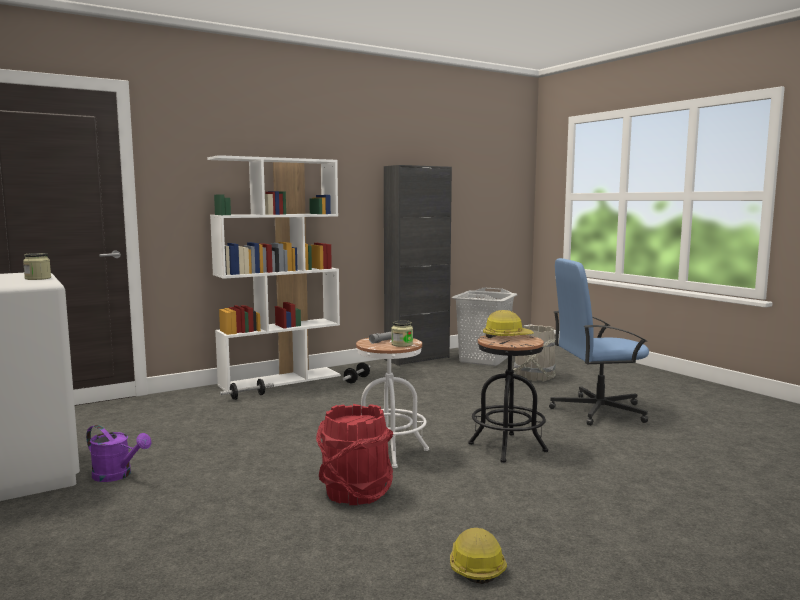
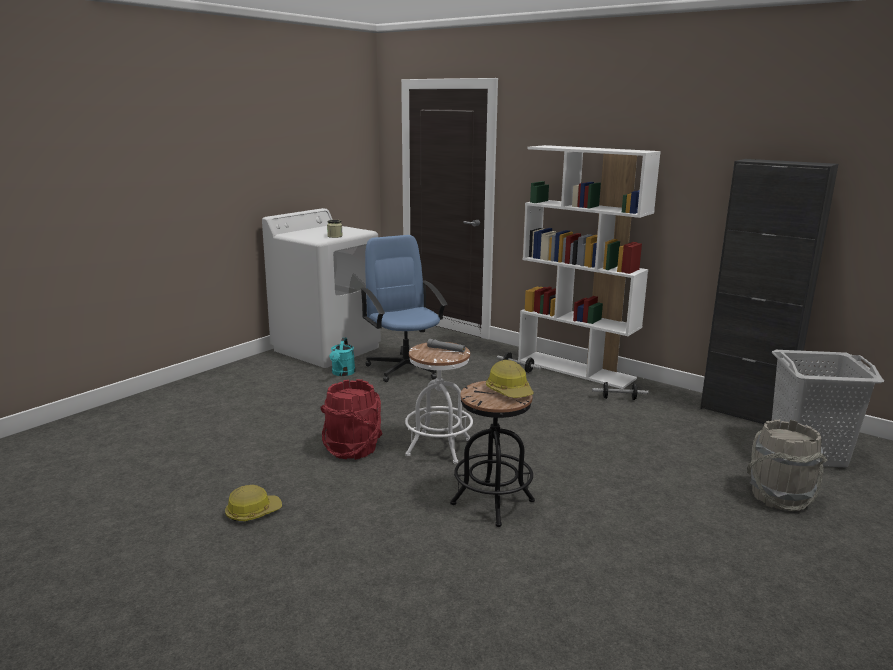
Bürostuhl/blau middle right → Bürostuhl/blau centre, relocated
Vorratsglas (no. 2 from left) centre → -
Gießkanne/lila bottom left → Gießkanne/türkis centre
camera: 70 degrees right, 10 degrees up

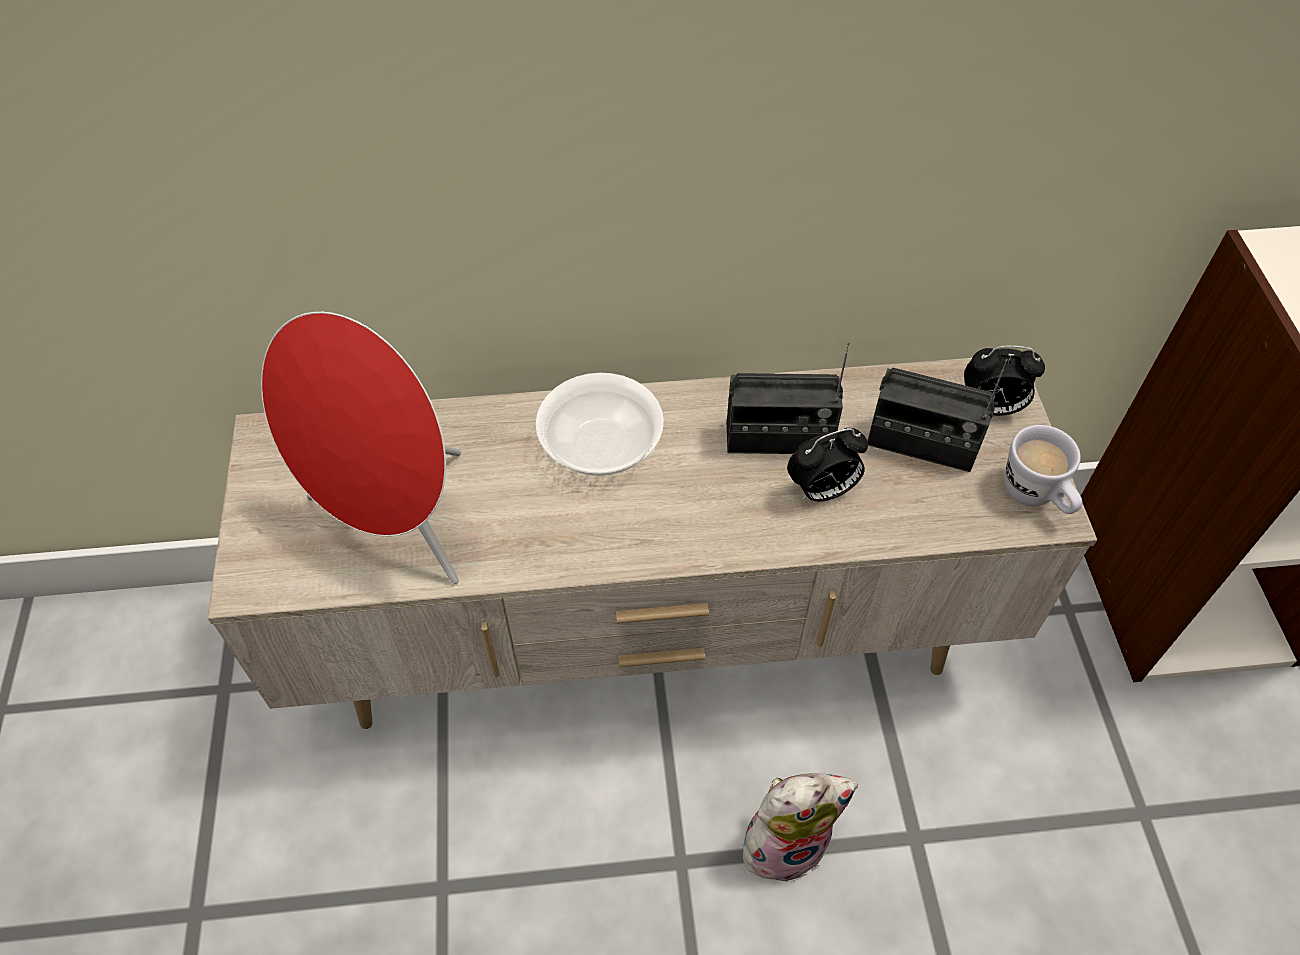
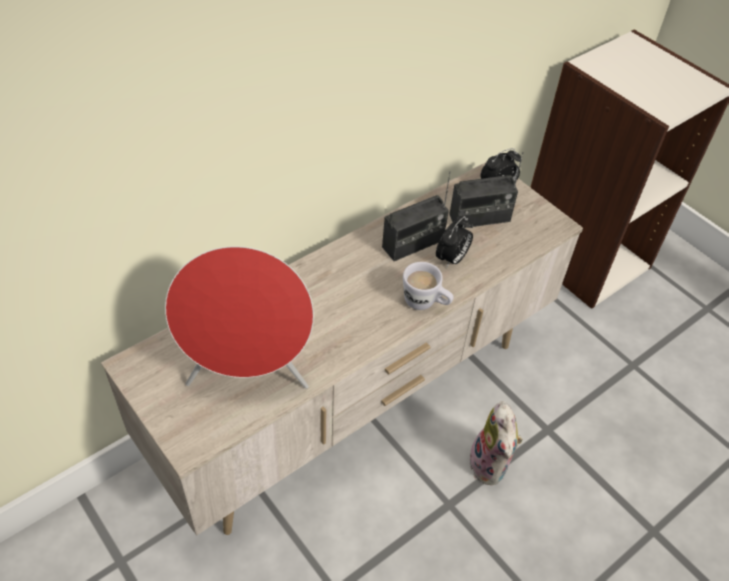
Schüssel centre → -
Henkelbecher/weiß middle right → Henkelbecher/weiß centre, relocated
Plüschtier bottom centre → Plüschtier bottom right, 135 degrees clockwise
camera: 35 degrees left, 5 degrees down

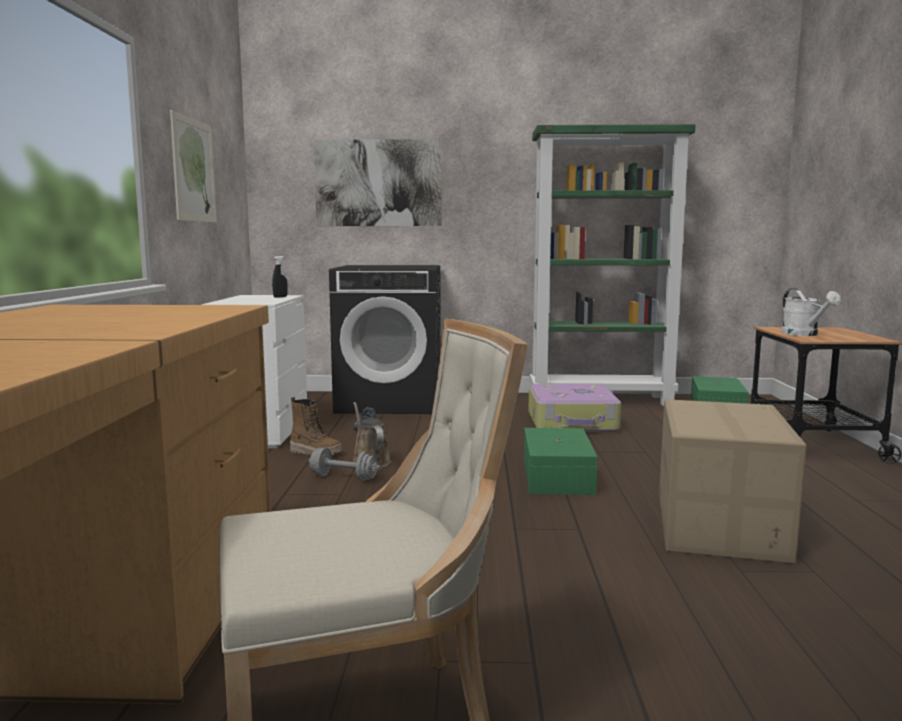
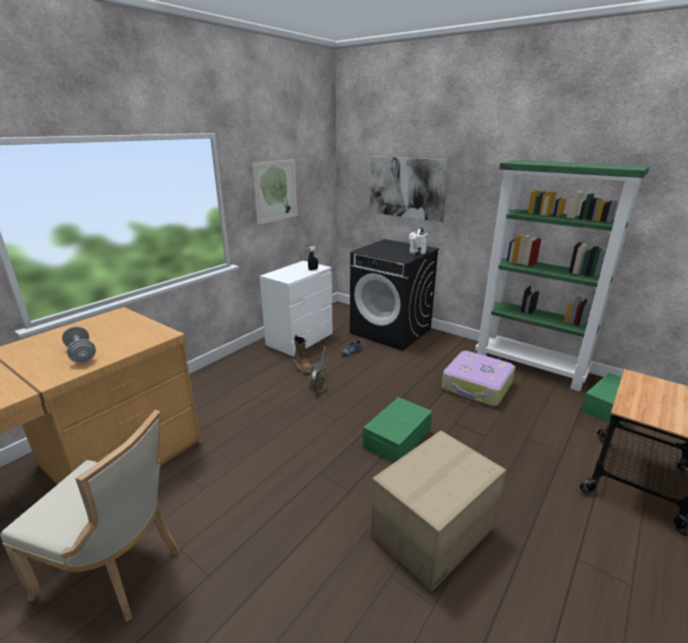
Gießkanne/weiß middle right → Gießkanne/weiß centre, relocated
Hantel/grau centre → Hantel/grau middle left, relocated
camera: 35 degrees right, 15 degrees up

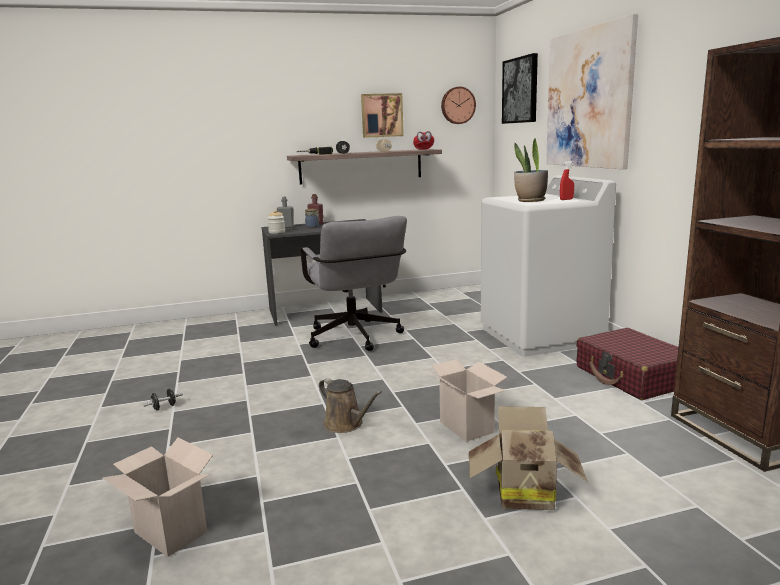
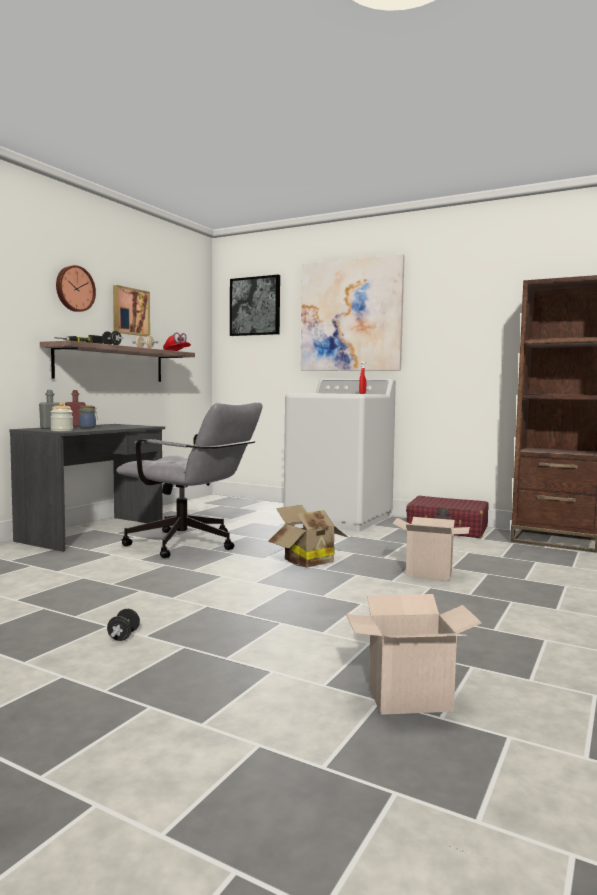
Wanduhr top centre → Wanduhr top left, relocated
Topfpflanze top right → -
Gießkanne/braun bottom centre → -
Karton (no. 3 from left in the first image) bottom right → Karton (no. 1 from left) centre, relocated
camera: 45 degrees left, 10 degrees down

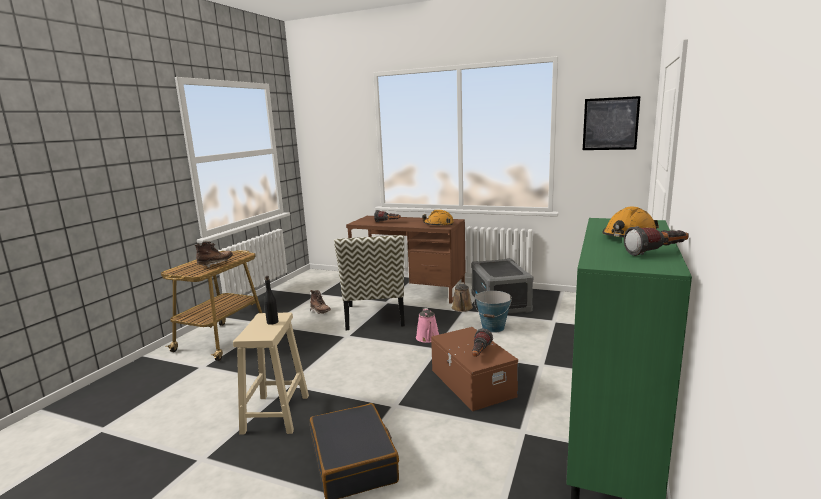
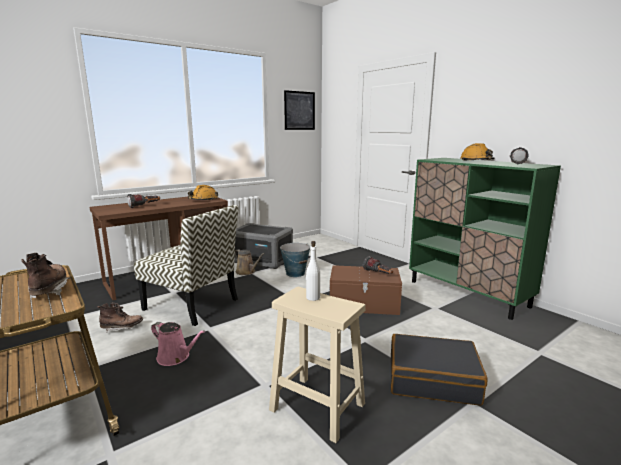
Flasche/schwarz middle left → Flasche/weiß centre
Gießkanne/rosa centre → Gießkanne/rosa bottom left, relocated
camera: 60 degrees left, 0 degrees up

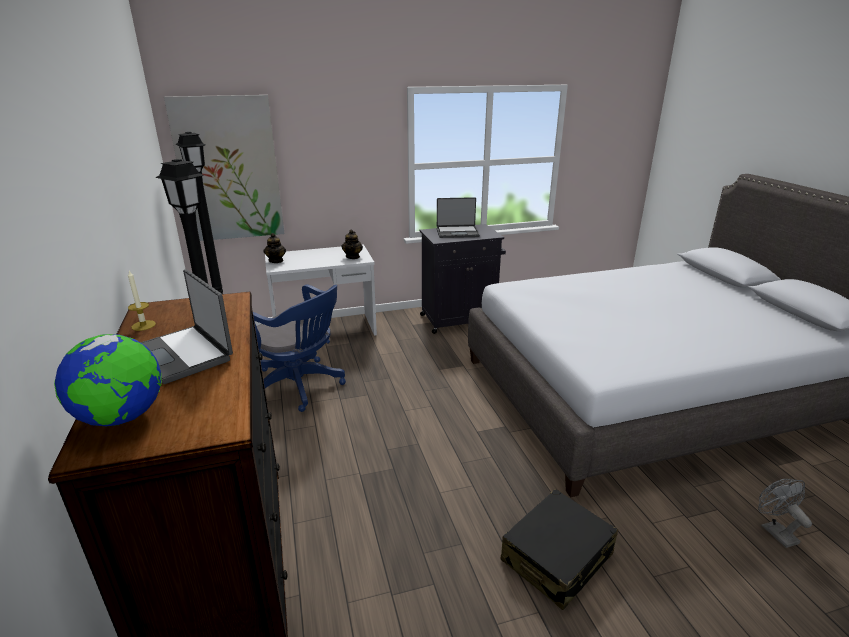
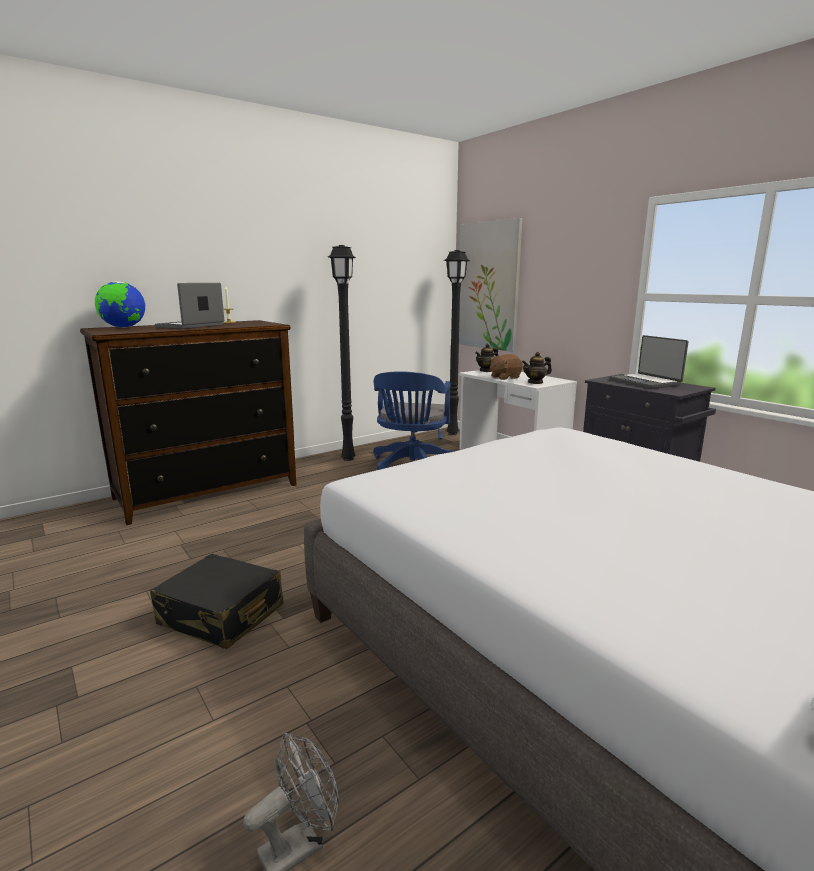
- → Plüschtier/braun centre
camera: 70 degrees right, 10 degrees down

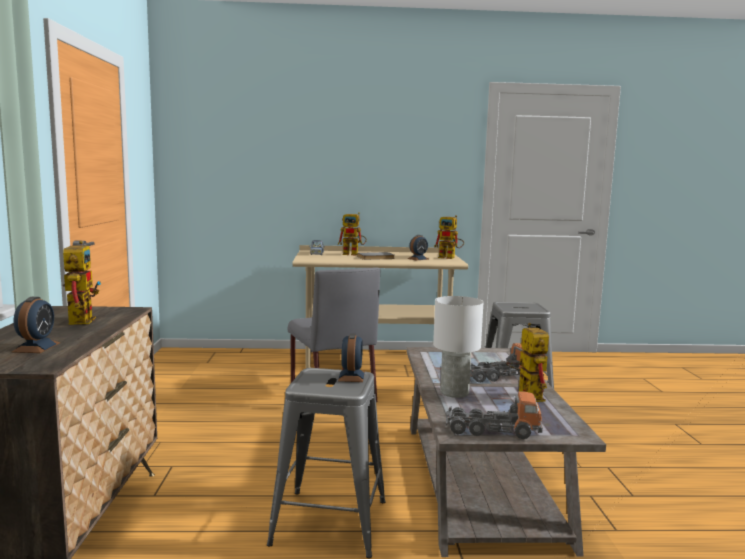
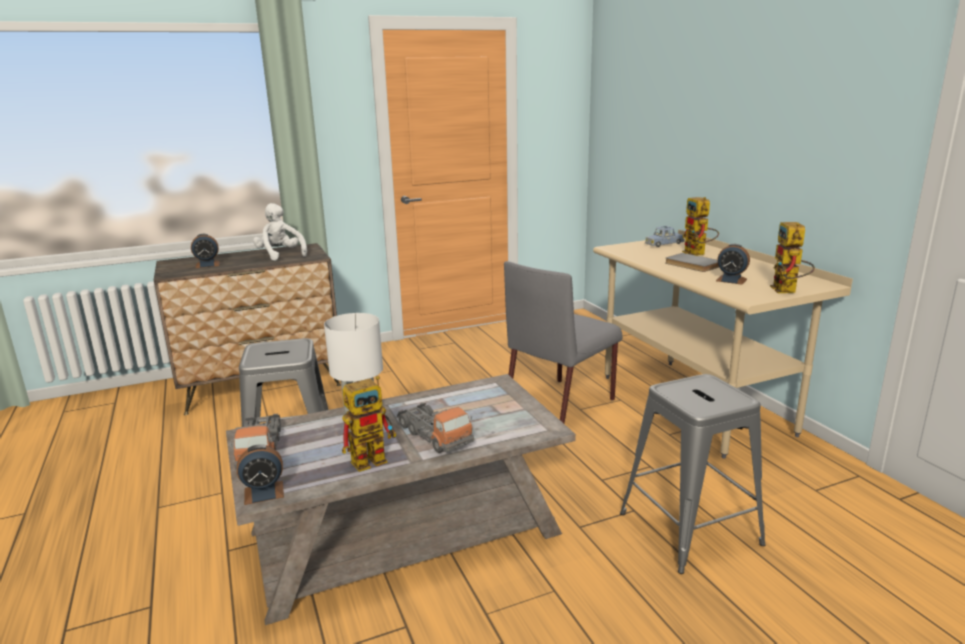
Spielzeugroboter (no. 1 from left) middle left → Plüschtier/weiß middle left
Wecker (no. 2 from left) centre → Wecker (no. 2 from left) bottom left, relocated
camera: 70 degrees right, 10 degrees up

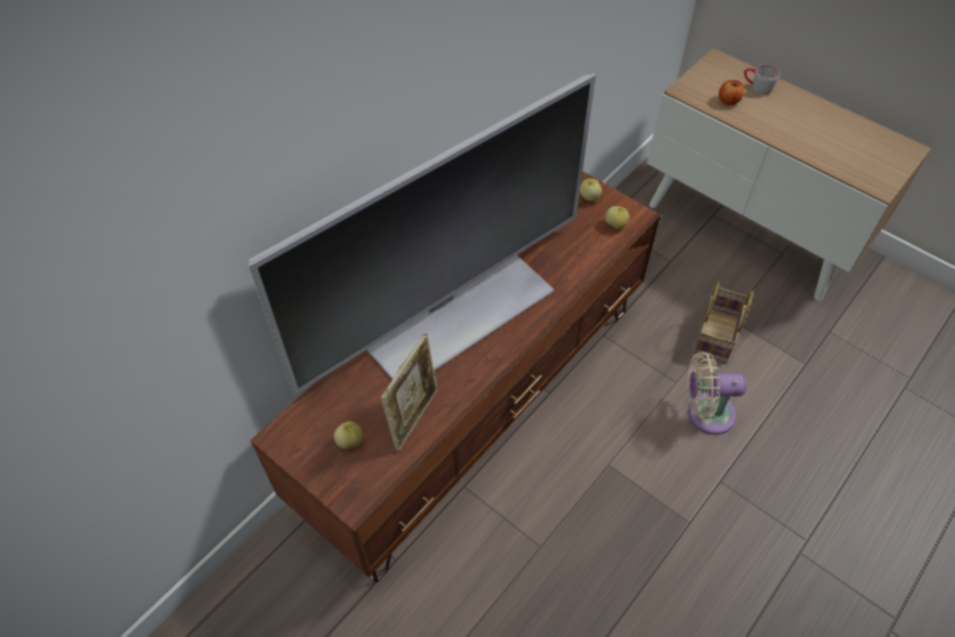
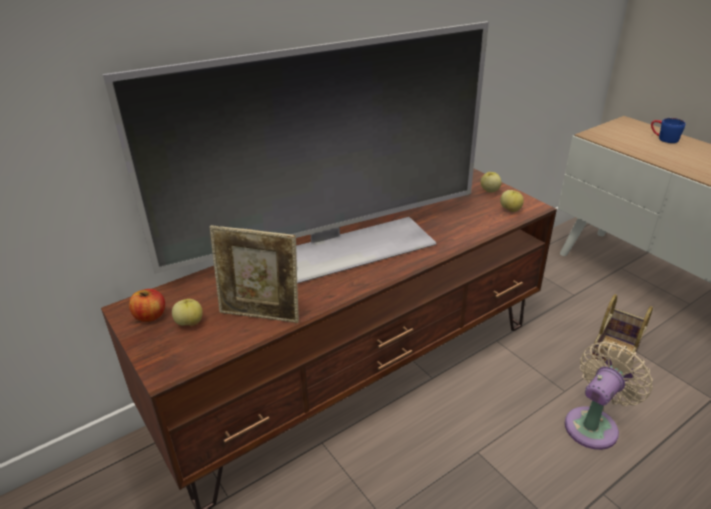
Henkelbecher/grau top right → Henkelbecher/blau top right
Apfel (no. 4 from left in the first image) top right → Apfel (no. 1 from left) middle left, relocated
Bilderrahmen centre, 60 degrees clockwise
Ventilator/beige middle right → Ventilator/beige bottom right, 120 degrees clockwise
camera: 15 degrees right, 20 degrees down

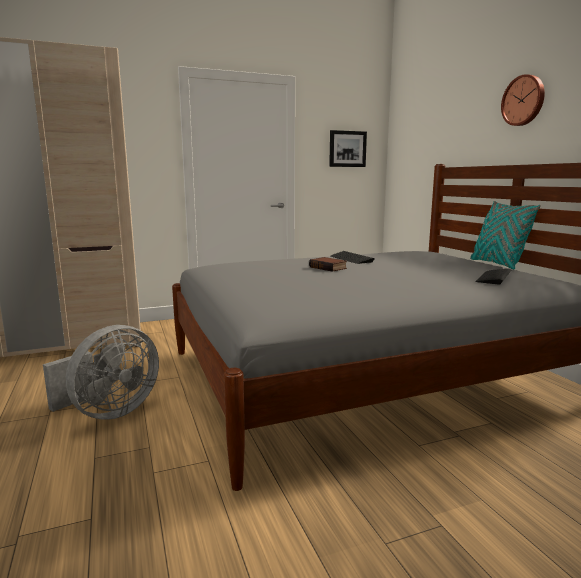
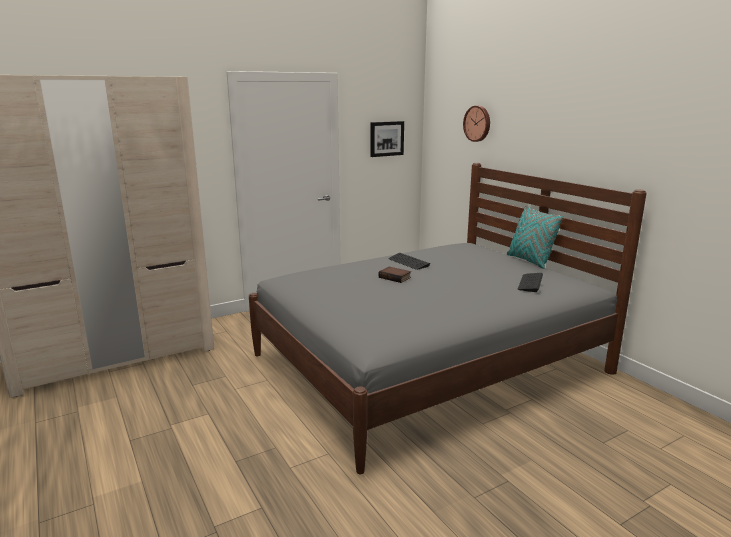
Wanduhr top right → Wanduhr top centre, relocated
Ventilator/grau middle left → -
camera: 10 degrees left, 5 degrees up

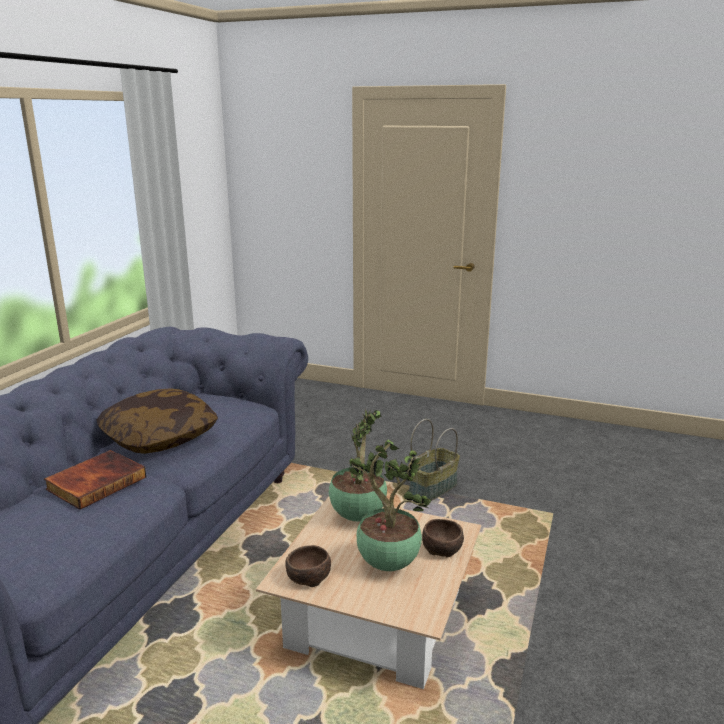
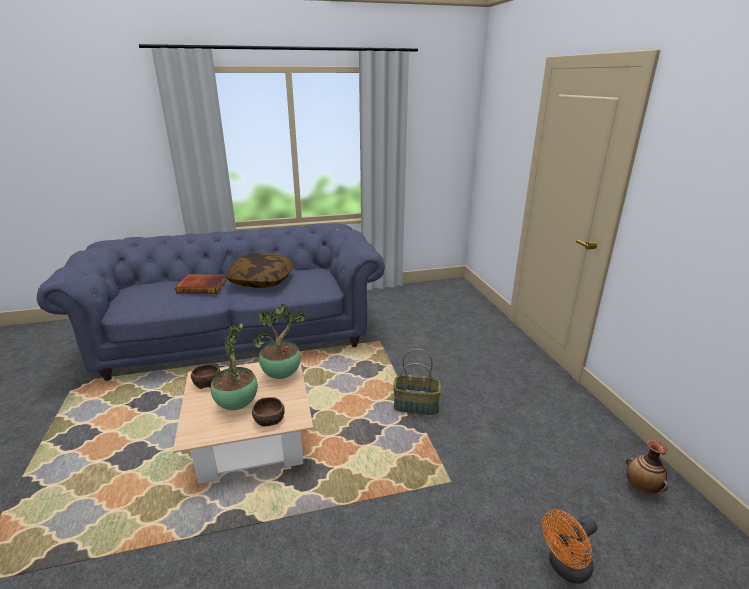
- → Vase bottom right
- → Ventilator/orange bottom right
camera: 55 degrees right, 5 degrees up

